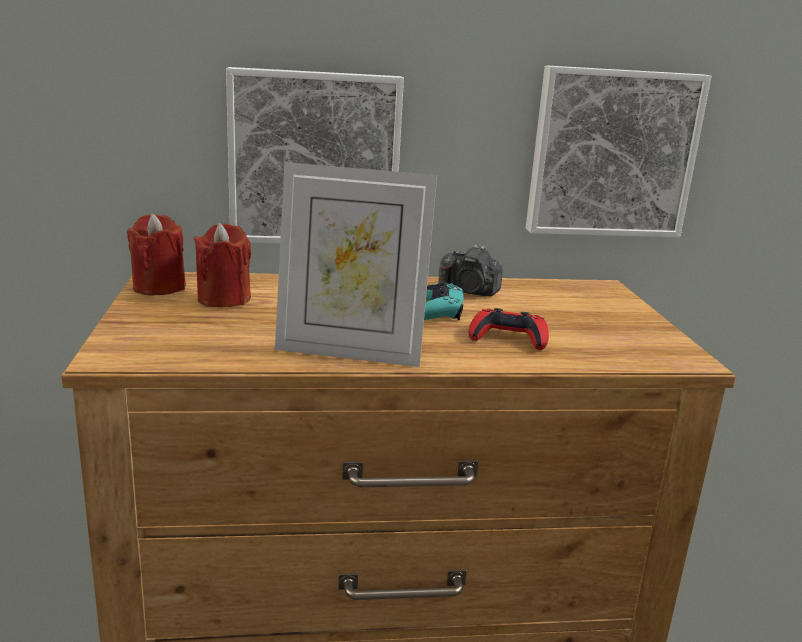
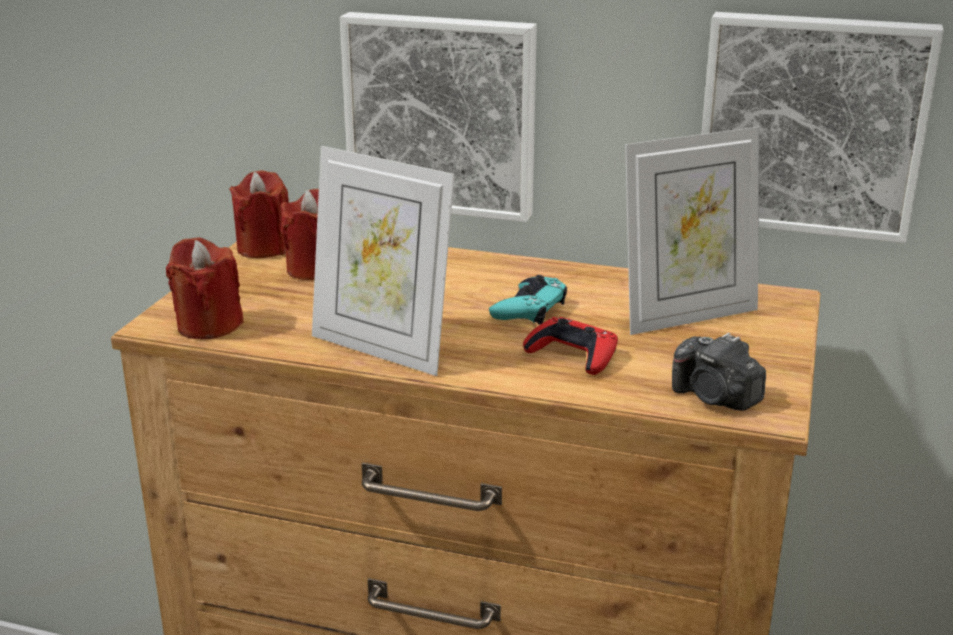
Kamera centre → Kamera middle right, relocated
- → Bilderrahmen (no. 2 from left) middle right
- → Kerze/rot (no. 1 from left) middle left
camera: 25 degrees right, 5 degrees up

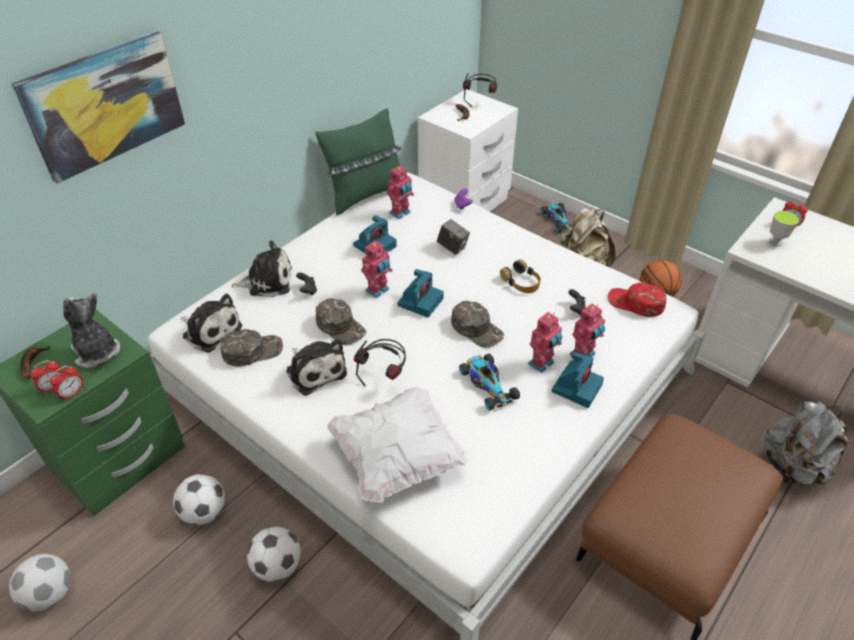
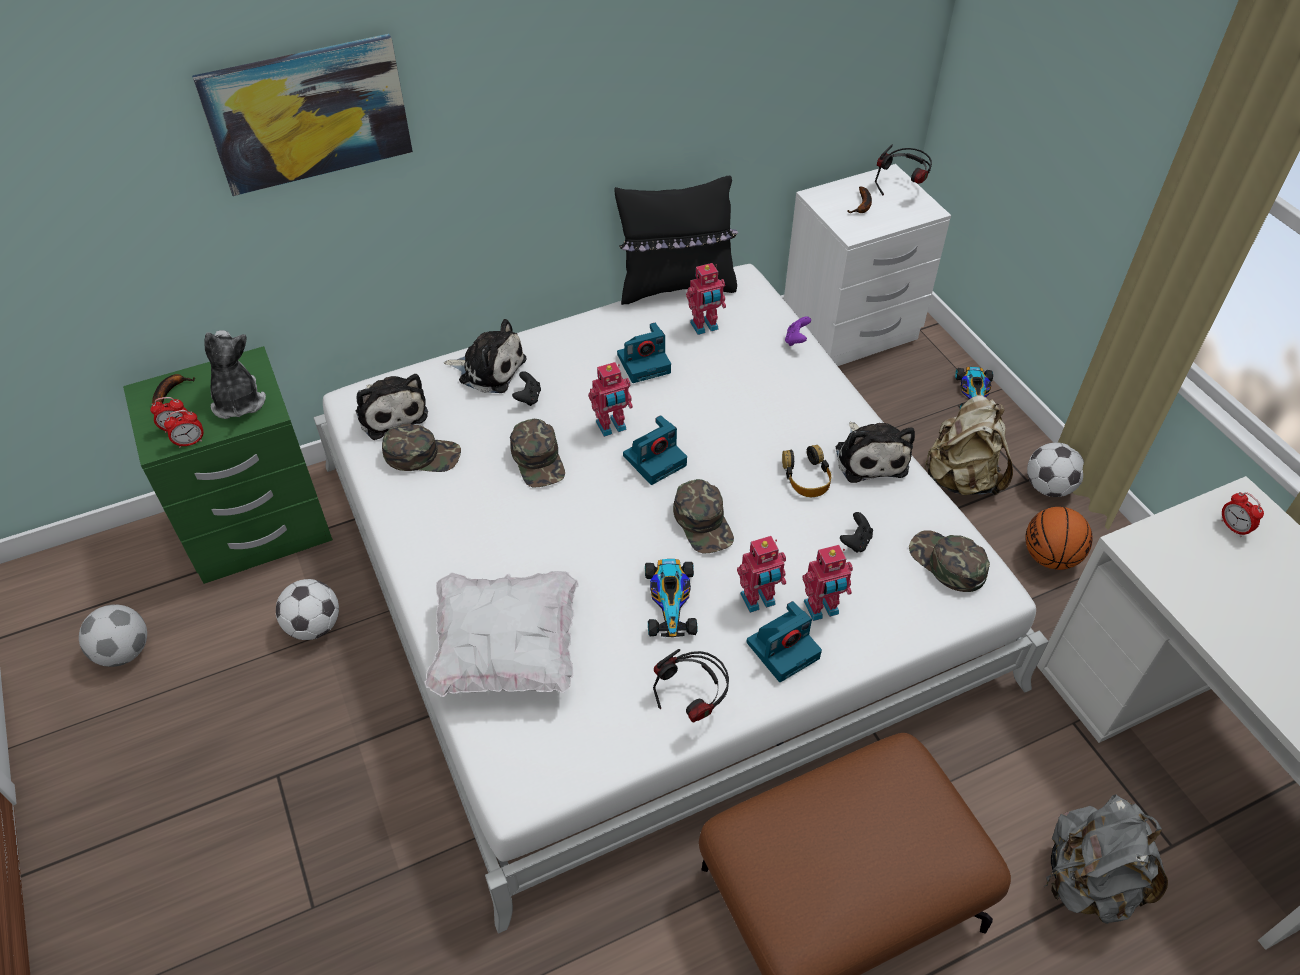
Kissen/grün top centre → Kissen/schwarz top centre
Tasse middle right → -
Kamera (no. 3 from left) centre → -
Kappe/rot middle right → Kappe/grün (no. 4 from left) middle right
Plüschtier (no. 4 from left) centre → Plüschtier (no. 4 from left) middle right, relocated
Kopfhörer (no. 1 from left) centre → Kopfhörer (no. 1 from left) bottom centre, relocated
Fußball (no. 3 from left) bottom left → Fußball (no. 3 from left) middle right, relocated
camera: 25 degrees right, 5 degrees up

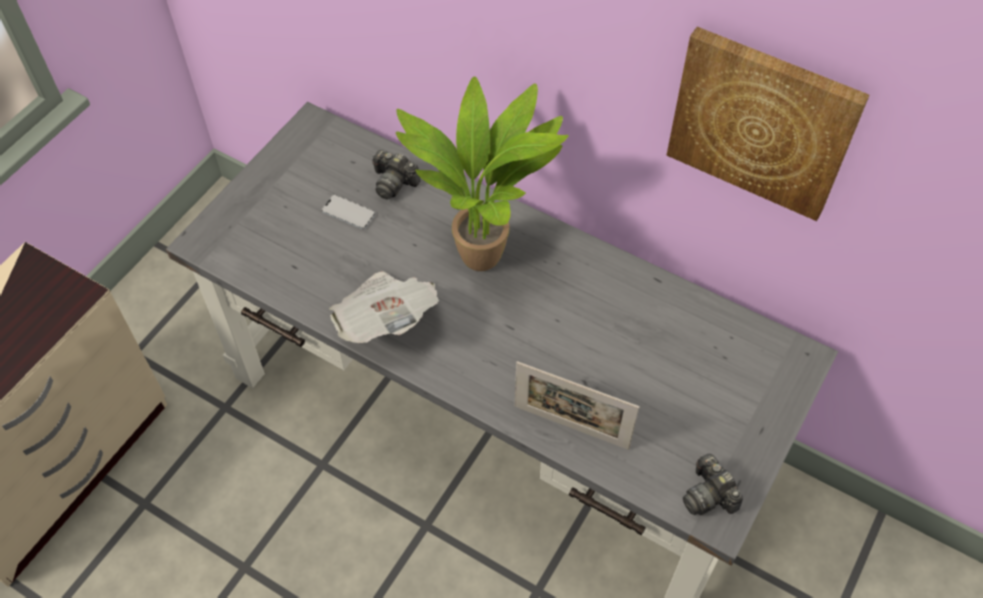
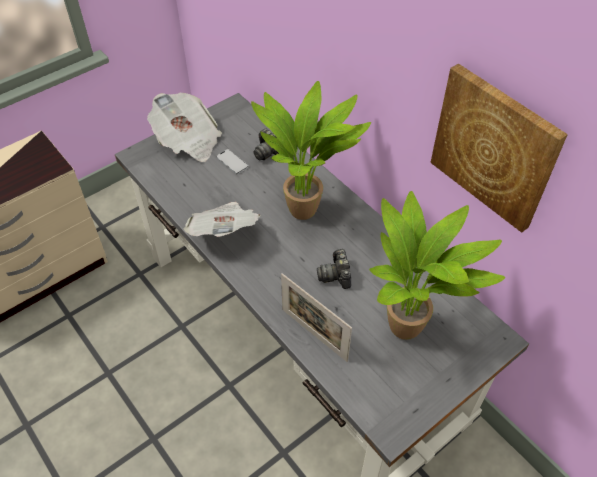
Kamera (no. 2 from left) bottom right → Kamera (no. 2 from left) centre, relocated
- → Zeitung (no. 1 from left) top left
- → Topfpflanze (no. 2 from left) middle right
camera: 20 degrees right, 5 degrees down

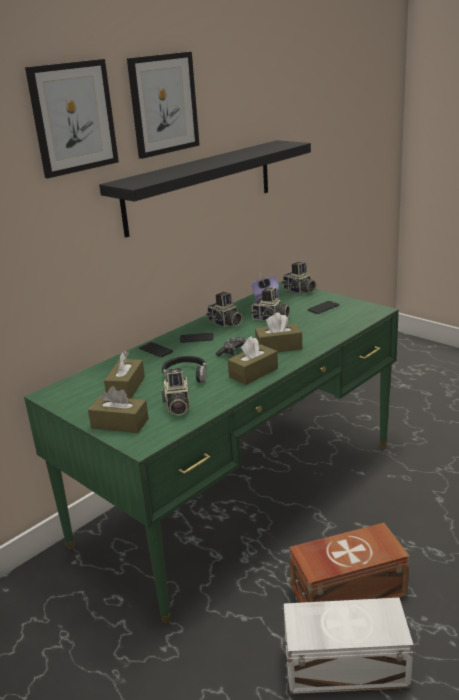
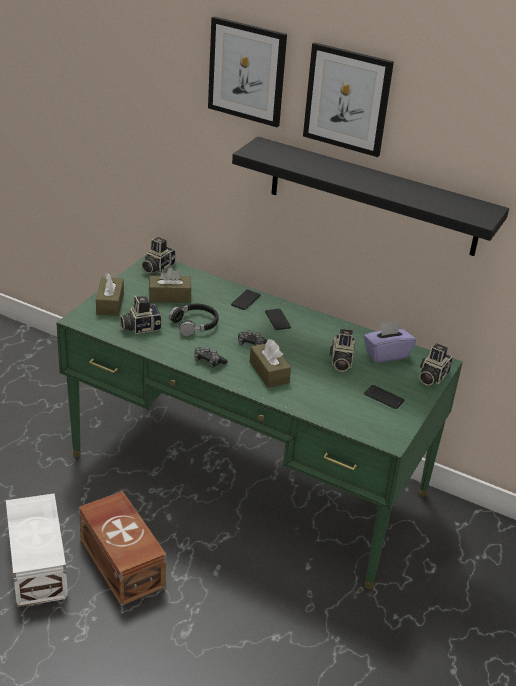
Kamera (no. 2 from left) centre → Kamera (no. 2 from left) middle left, relocated
Taschentuchbox/braun (no. 3 from left) centre → Gamepad (no. 1 from left) centre
camera: 70 degrees right, 10 degrees up

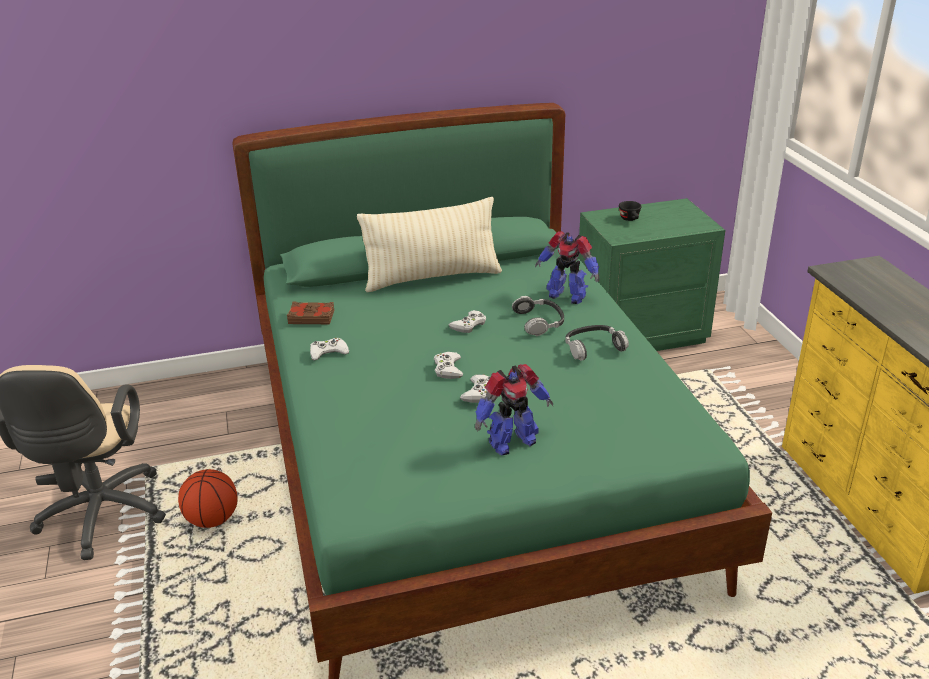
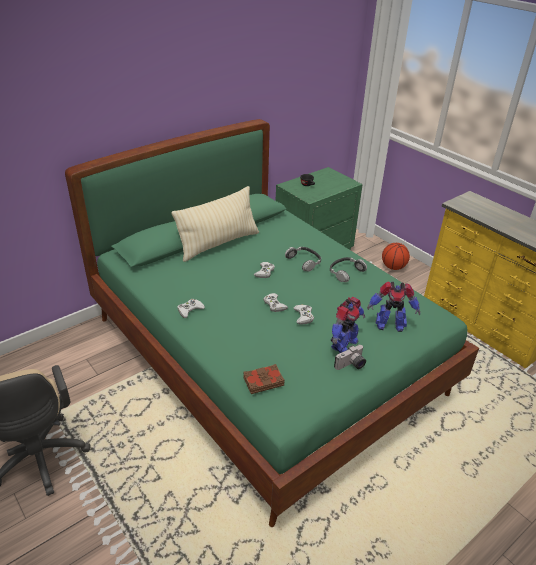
Spielzeugroboter (no. 2 from left) centre → Spielzeugroboter (no. 2 from left) middle right, relocated
Buch/braun centre → Buch/braun bottom centre, relocated
Basketball bottom left → Basketball middle right, relocated
- → Kamera centre
camera: 25 degrees left, 5 degrees up

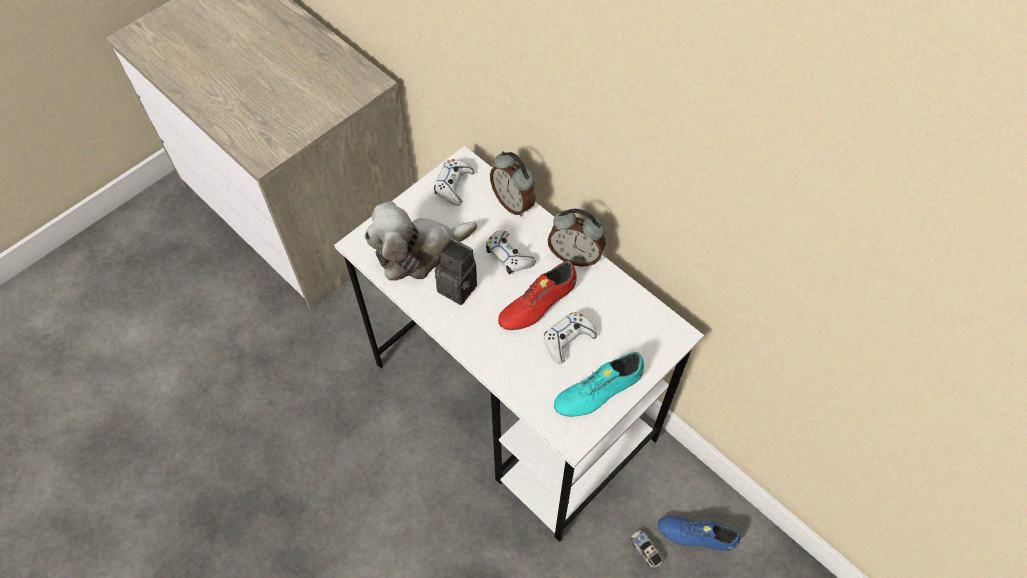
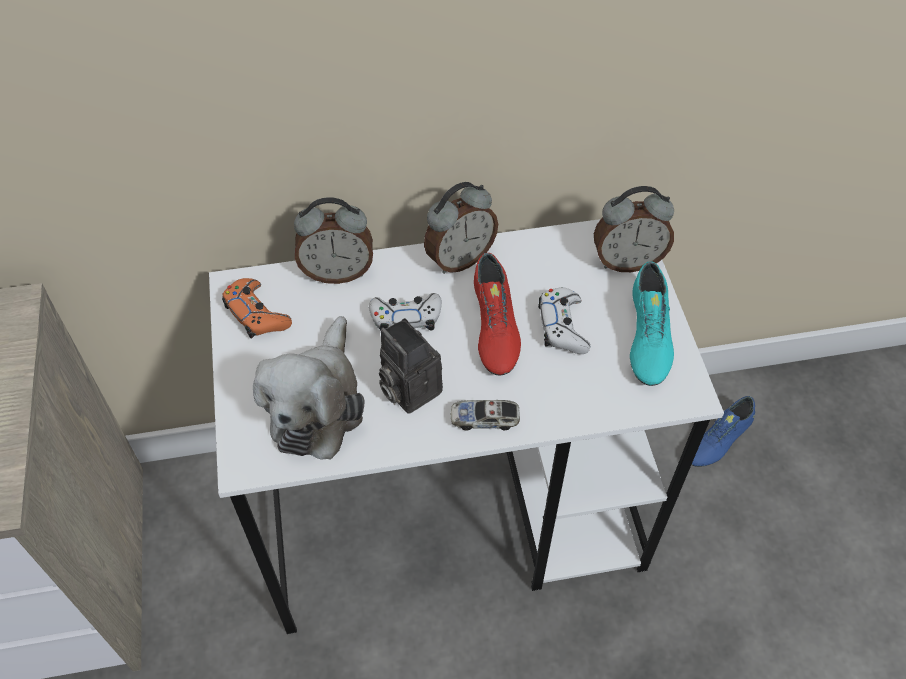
Gamepad/weiß (no. 1 from left) top centre → Gamepad/orange middle left
Kamera centre, 105 degrees counterclockwise
Spielzeugauto bottom centre → Spielzeugauto centre, relocated
- → Wecker (no. 3 from left) middle right
camera: 55 degrees left, 5 degrees down

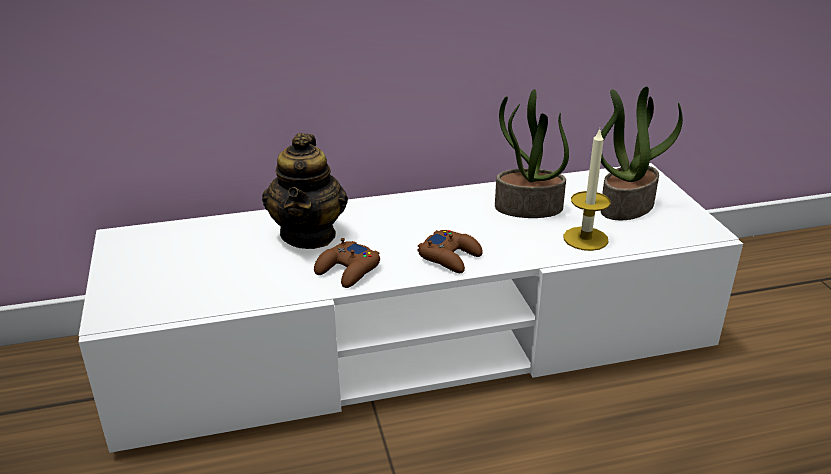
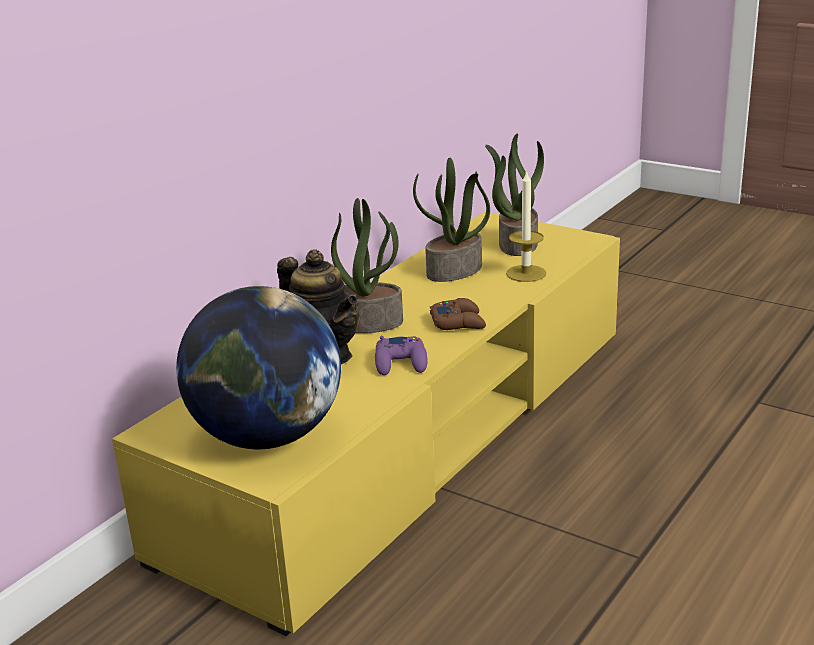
Fernsehschrank/weiß centre → Fernsehschrank/gelb centre
Gamepad/braun (no. 1 from left) centre → Gamepad/lila centre
- → Topfpflanze (no. 1 from left) centre
- → Globus middle left
camera: 40 degrees left, 5 degrees down

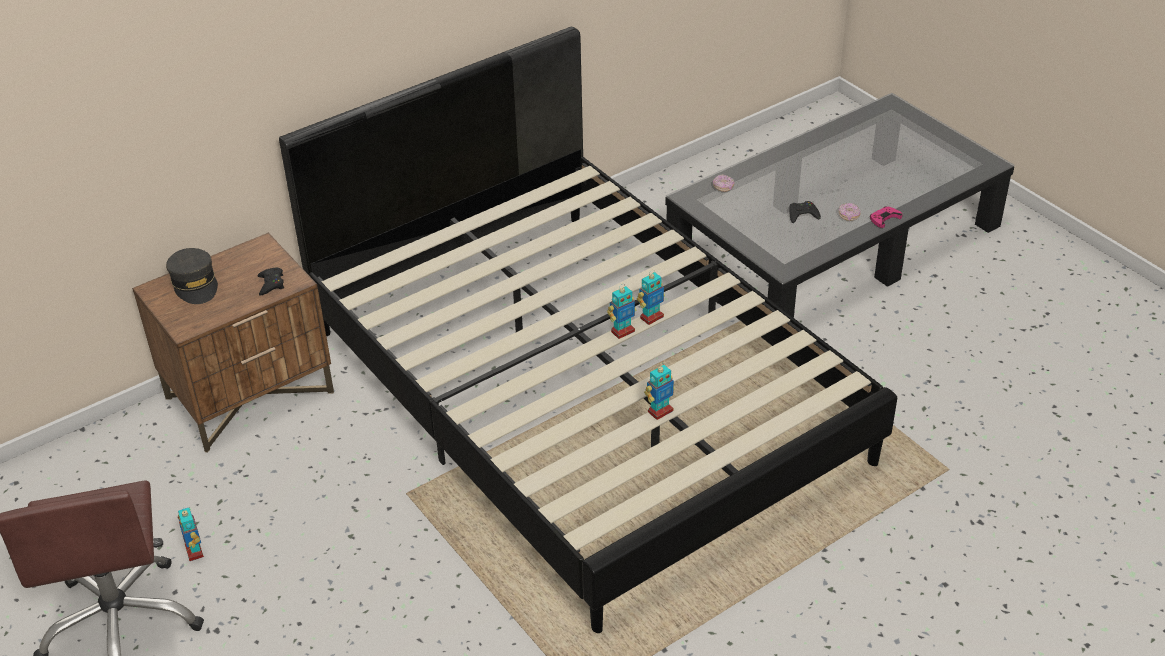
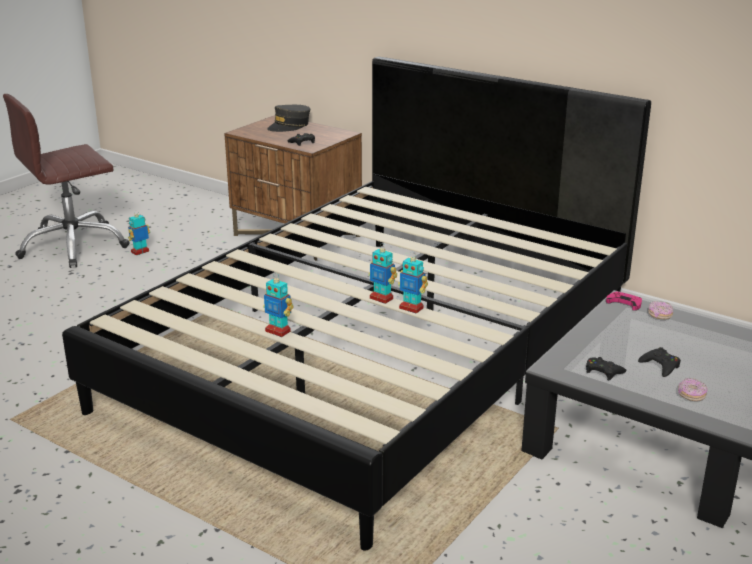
Gamepad/rosa top right → Gamepad/rosa middle right, relocated
- → Gamepad/schwarz (no. 2 from left) middle right
camera: 70 degrees right, 15 degrees down

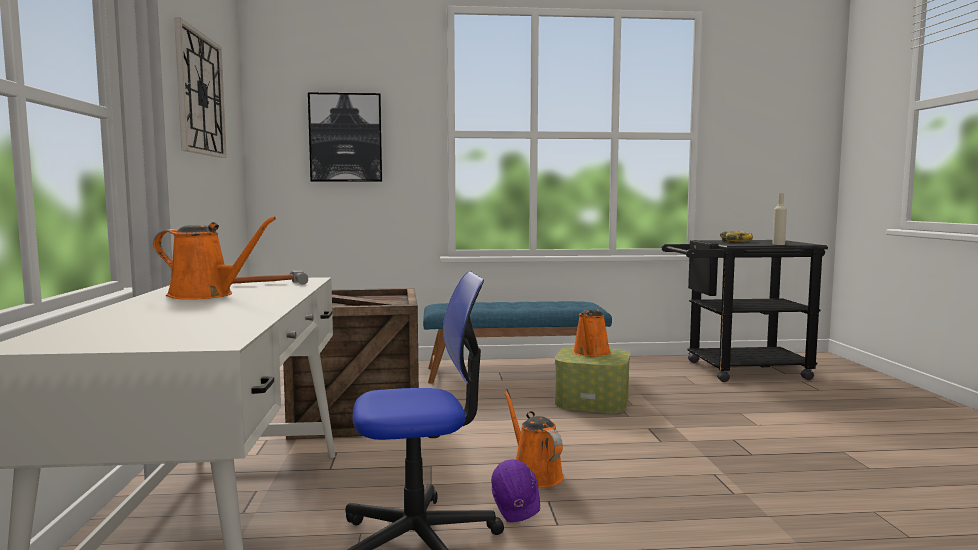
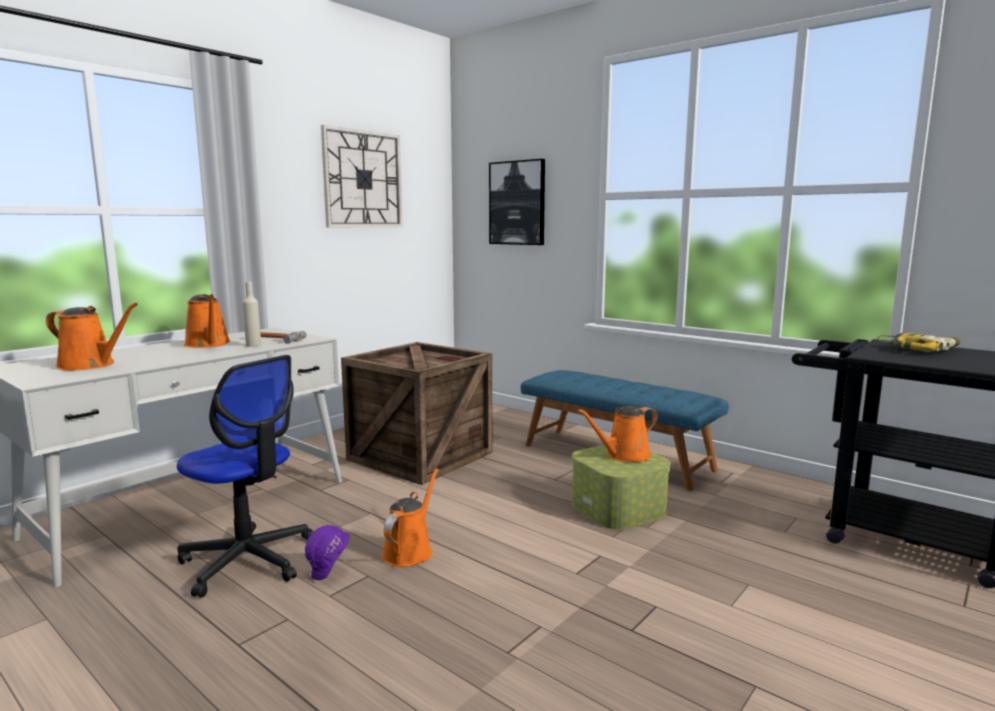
Flasche/beige middle right → Flasche/beige middle left, relocated
- → Gießkanne/orange (no. 1 from left) middle left
camera: 45 degrees right, 5 degrees up

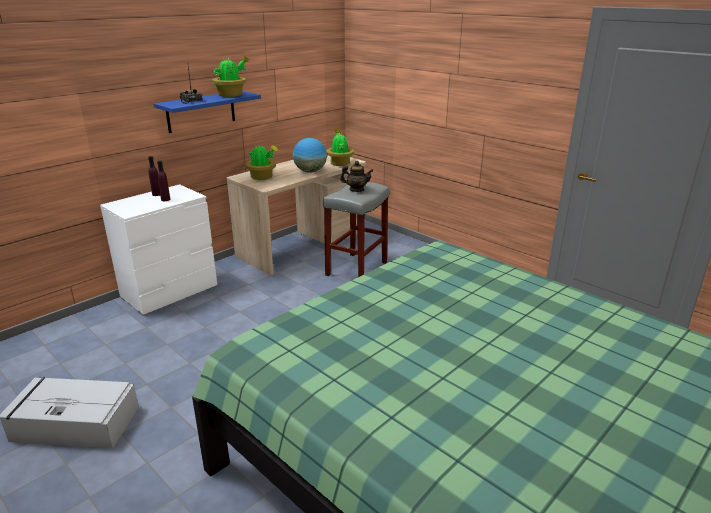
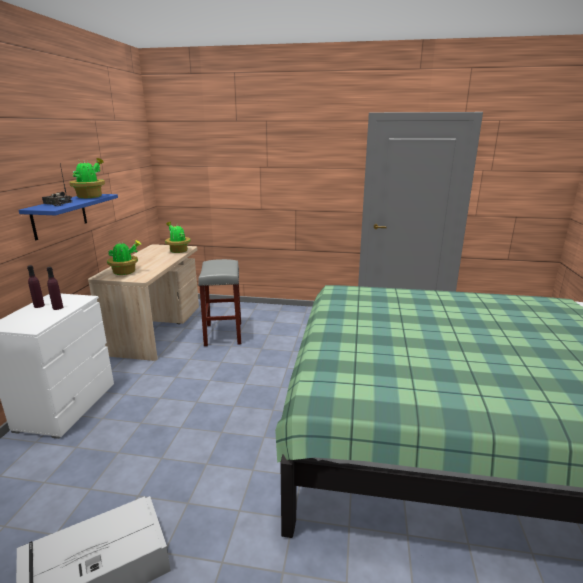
Globus top centre → -
Teekanne centre → -
camera: 35 degrees left, 5 degrees down

